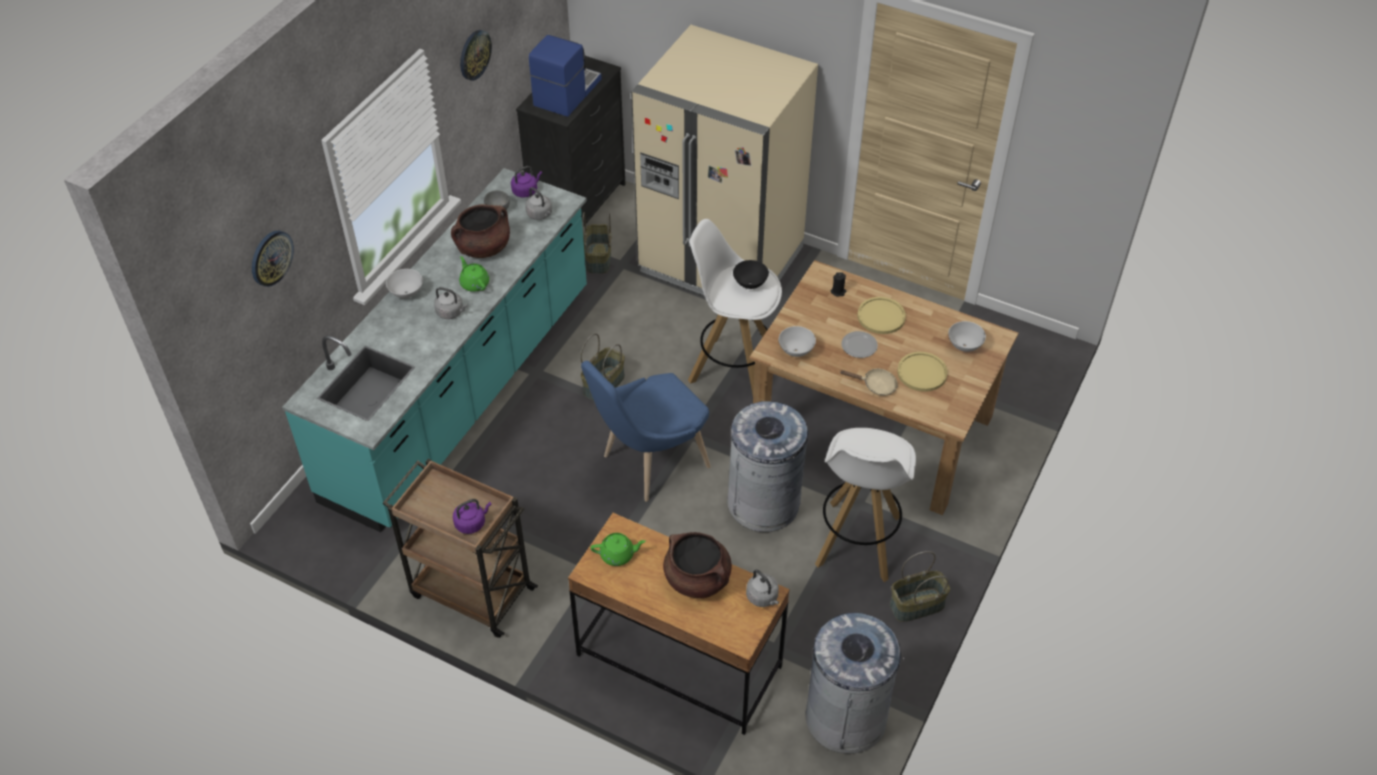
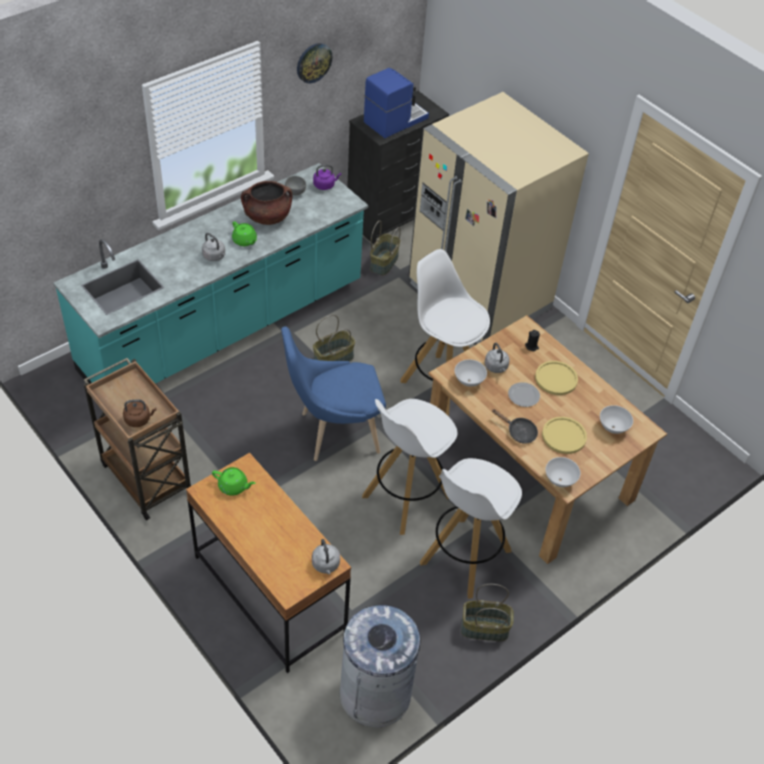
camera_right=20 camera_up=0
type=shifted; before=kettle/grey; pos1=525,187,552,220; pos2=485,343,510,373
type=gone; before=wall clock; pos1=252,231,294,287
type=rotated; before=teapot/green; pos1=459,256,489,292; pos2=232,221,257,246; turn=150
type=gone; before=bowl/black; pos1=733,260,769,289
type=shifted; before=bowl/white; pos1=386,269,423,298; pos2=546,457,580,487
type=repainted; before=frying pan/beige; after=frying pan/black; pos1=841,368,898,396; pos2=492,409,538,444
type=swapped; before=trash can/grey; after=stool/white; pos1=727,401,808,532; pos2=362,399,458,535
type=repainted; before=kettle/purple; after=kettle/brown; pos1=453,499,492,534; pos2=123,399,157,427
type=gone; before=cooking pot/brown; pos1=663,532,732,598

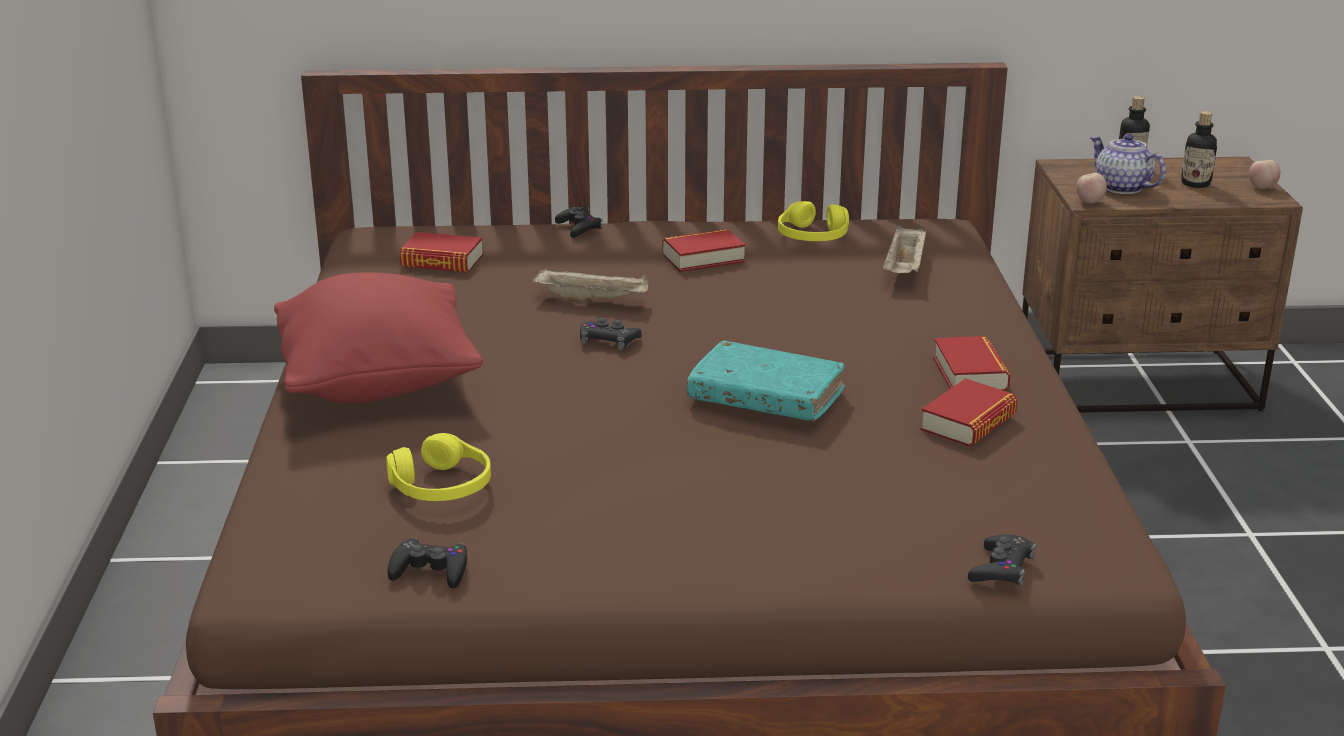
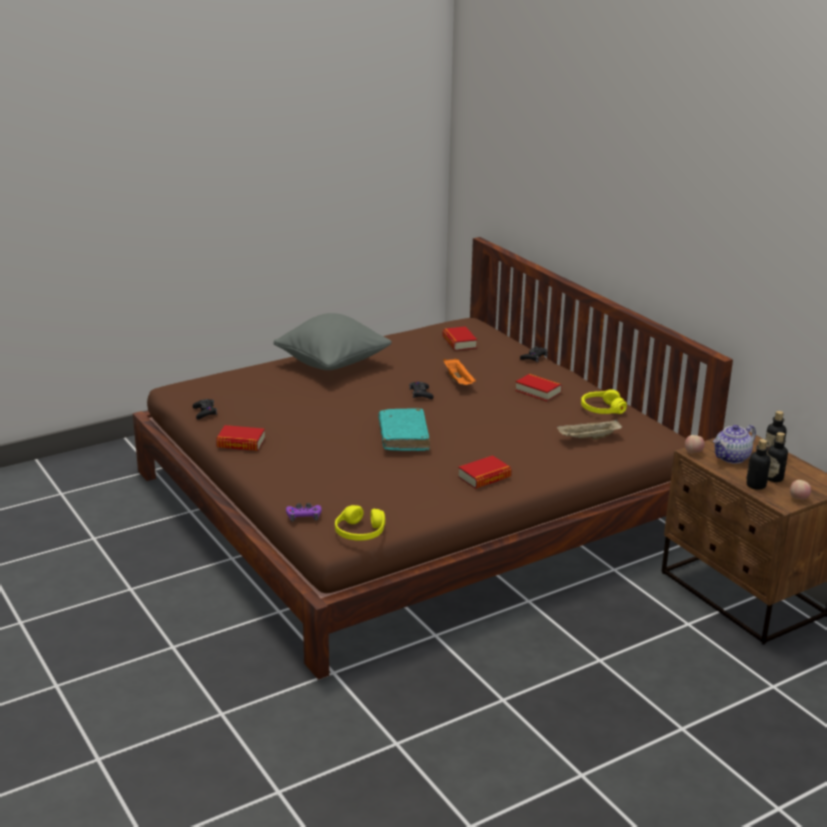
camera_right=60 camera_up=0
type=rotated; before=teapot; pos1=1090,134,1166,194; pos2=713,425,756,464; turn=-150
type=repainted; before=tray/beige; after=tray/orange; pos1=533,268,648,304; pos2=443,358,476,385
type=repainted; before=pillow/red; after=pillow/grey; pos1=274,273,483,403; pos2=273,313,392,370
type=shifted; before=book; pos1=920,379,1017,447; pos2=216,425,265,451
type=shifted; before=headphones/yellow; pos1=386,433,491,501; pos2=335,505,385,541
type=repainted; before=game controller/black; after=game controller/purple; pos1=968,535,1036,586; pos2=286,503,322,522
type=new; after=bottle; pos2=746,439,771,490

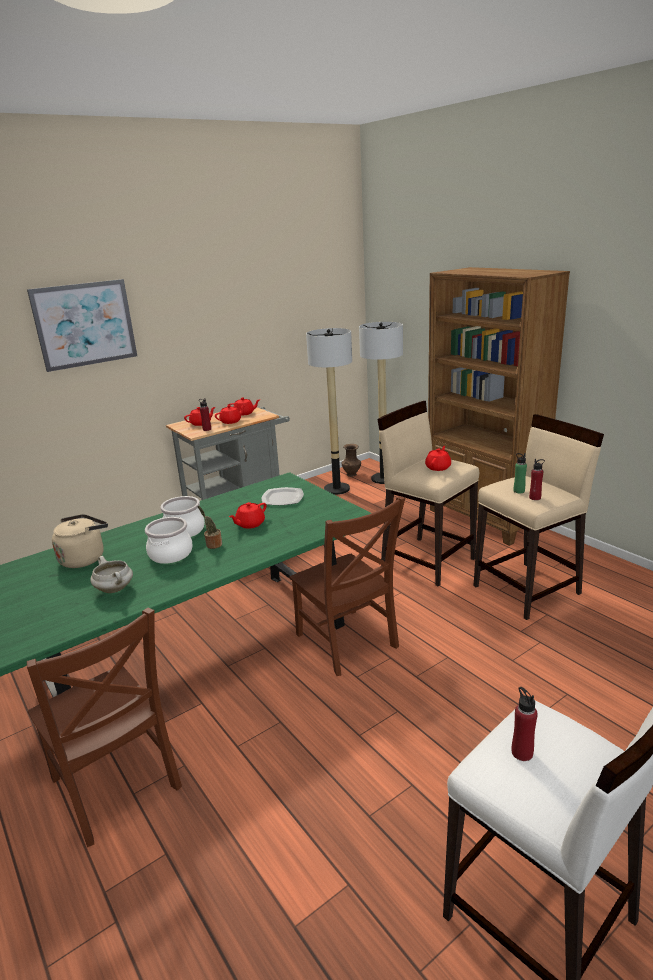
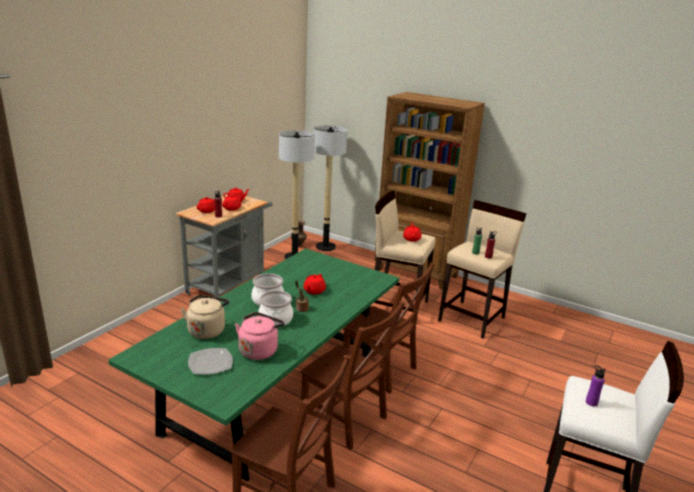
camera_right=-25 camera_up=0
type=gone; before=picture; pos1=27,279,137,372
type=shifted; before=plate; pos1=262,487,304,505; pos2=188,348,233,375
type=swapped; before=cooking pot/white; after=kettle/pink; pos1=90,556,133,593; pos2=235,312,285,360
type=repainted; before=bottle/red; after=bottle/purple; pos1=512,687,538,761; pos2=586,365,605,407
type=new; after=chair/brown; pos2=300,301,406,450

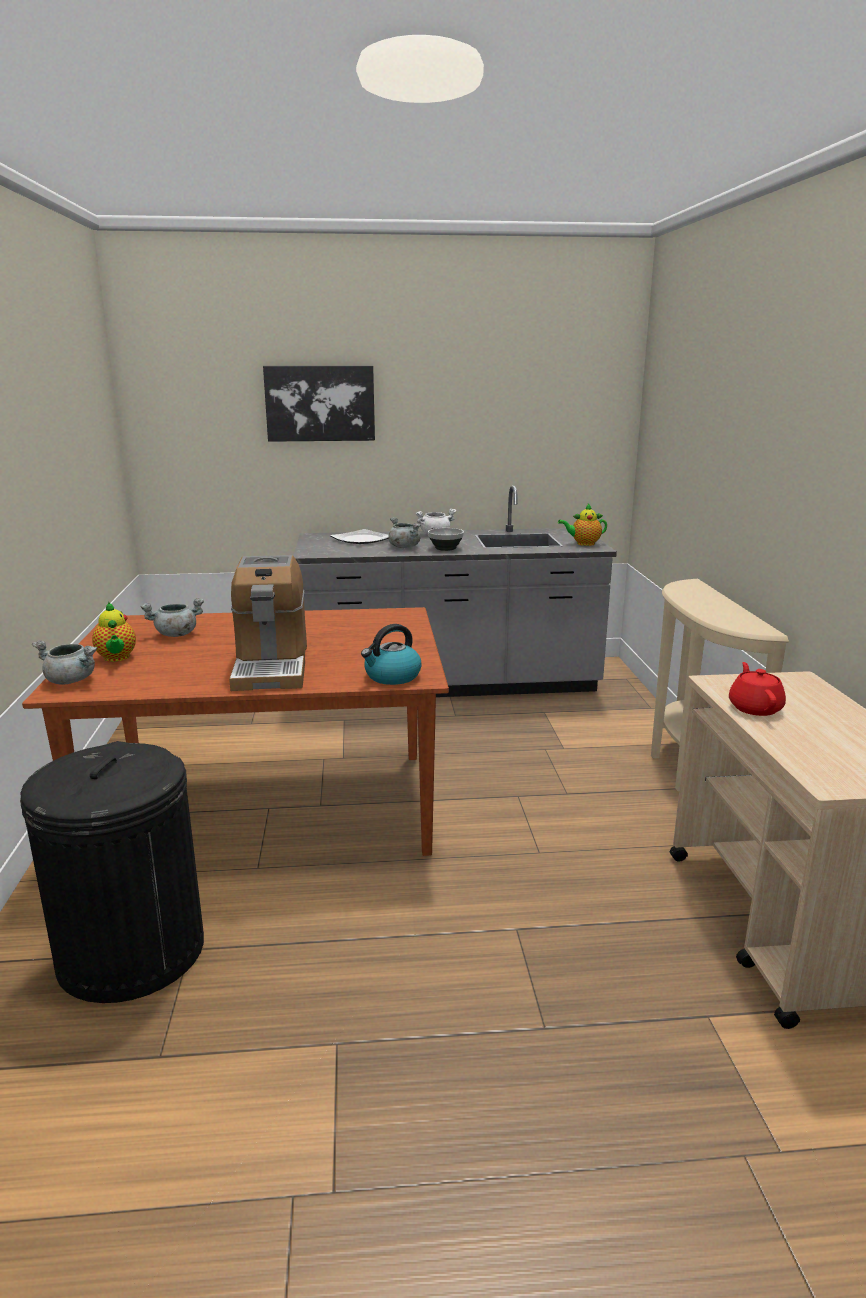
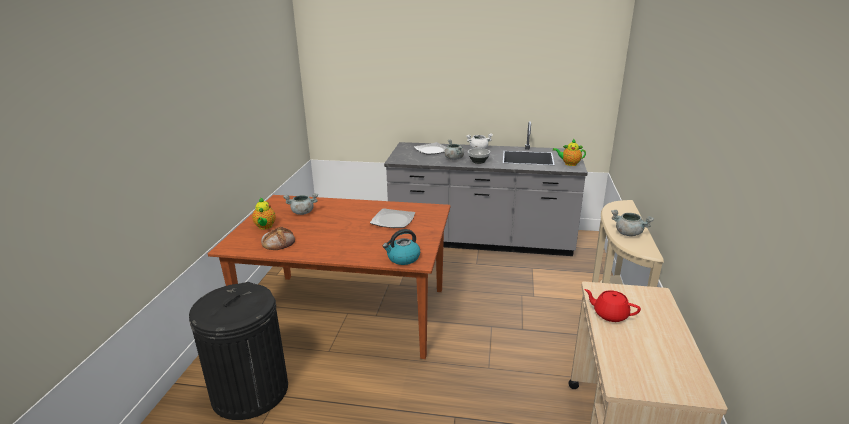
camera_right=15 camera_up=5
type=gone; before=picture; pos1=263,366,375,442
type=gone; before=coffee machine; pos1=229,555,307,691
type=shifted; before=cooking pot/grey; pos1=32,640,97,684; pos2=611,210,654,236
type=rotated; before=teapot/red; pos1=729,662,786,716; pos2=584,289,641,322; turn=-75
type=new; after=plate; pos2=370,208,415,228
type=new; after=bread; pos2=261,227,295,250

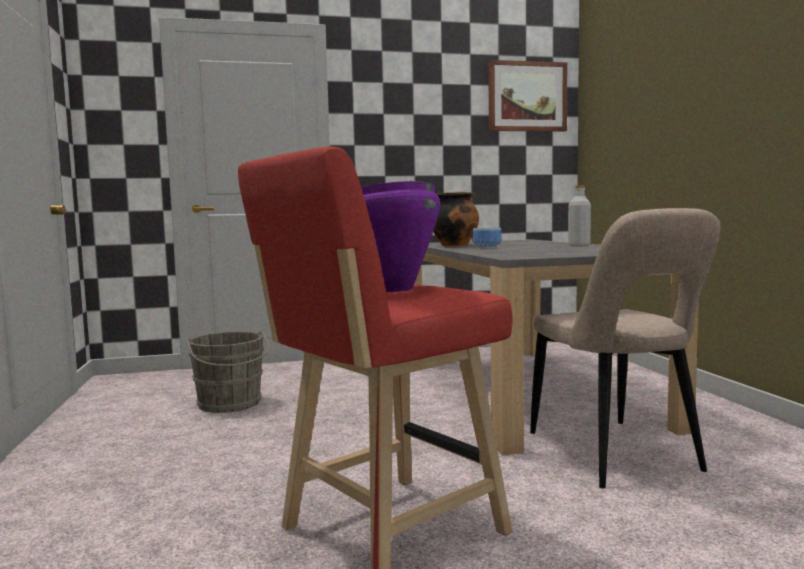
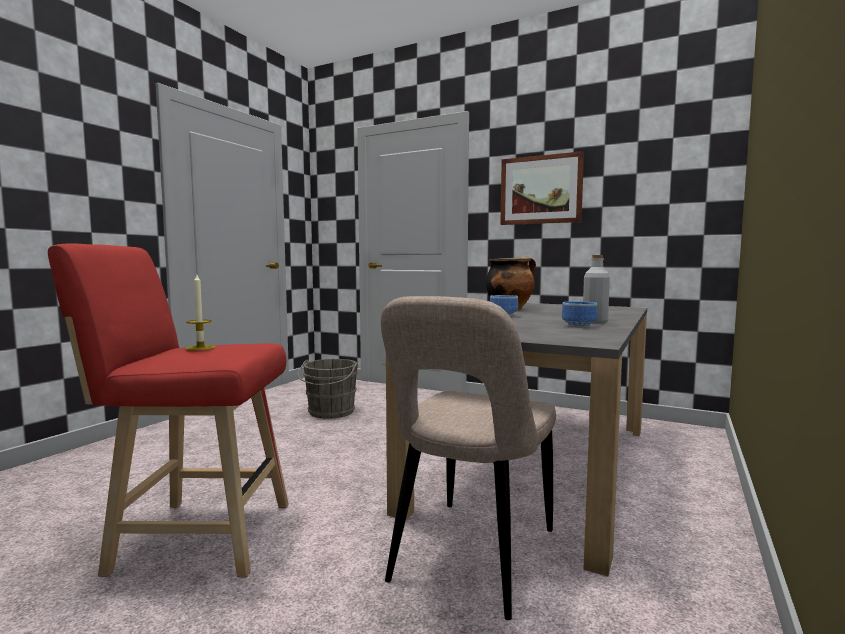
camera_right=40 camera_up=0
type=shifted; before=picture; pos1=488,60,567,132; pos2=500,151,584,225
type=swapped; before=cooking pot/purple; after=candle; pos1=361,181,440,292; pos2=185,275,216,351
type=new; after=bowl; pos2=562,301,597,327

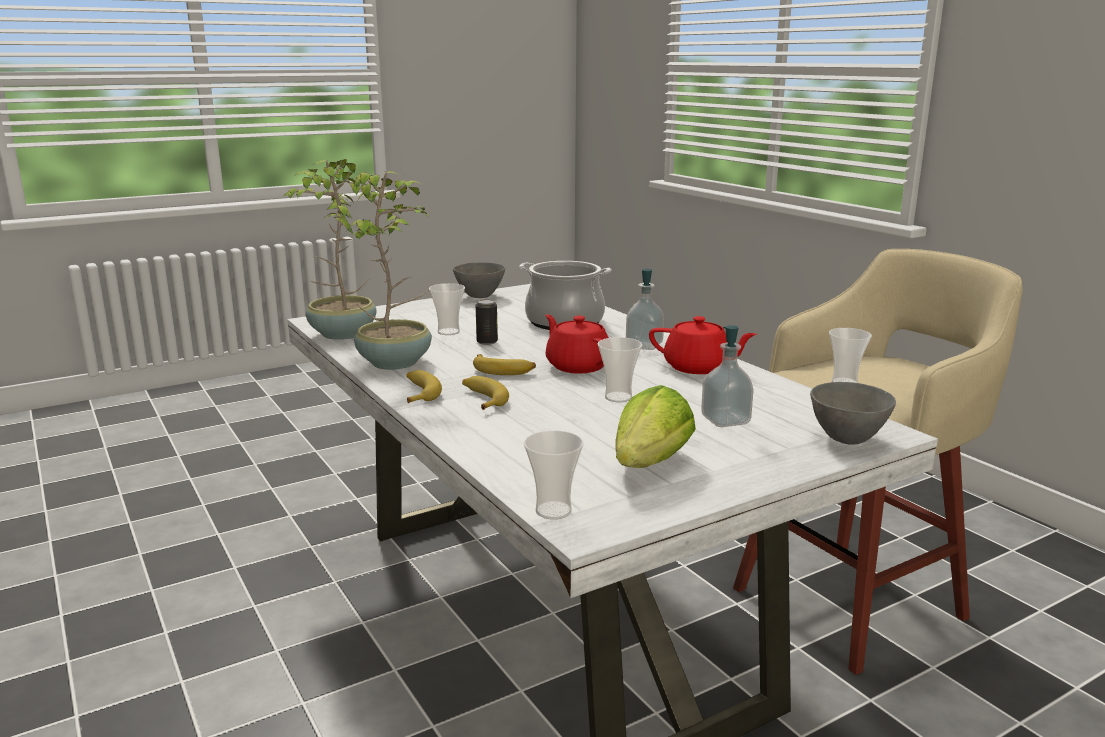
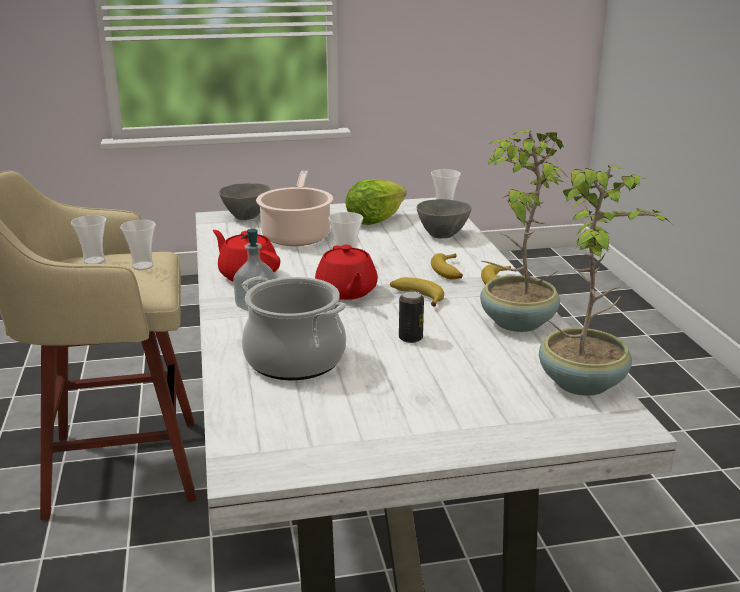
camera_right=-160 camera_up=5
type=shifted; before=bowl/grey; pos1=453,262,505,298; pos2=417,199,471,238
type=shifted; before=cup; pos1=429,283,465,335; pos2=71,215,106,264
type=swapped; before=soap dispenser; after=cooking pot; pos1=701,325,754,427; pos2=256,171,333,246

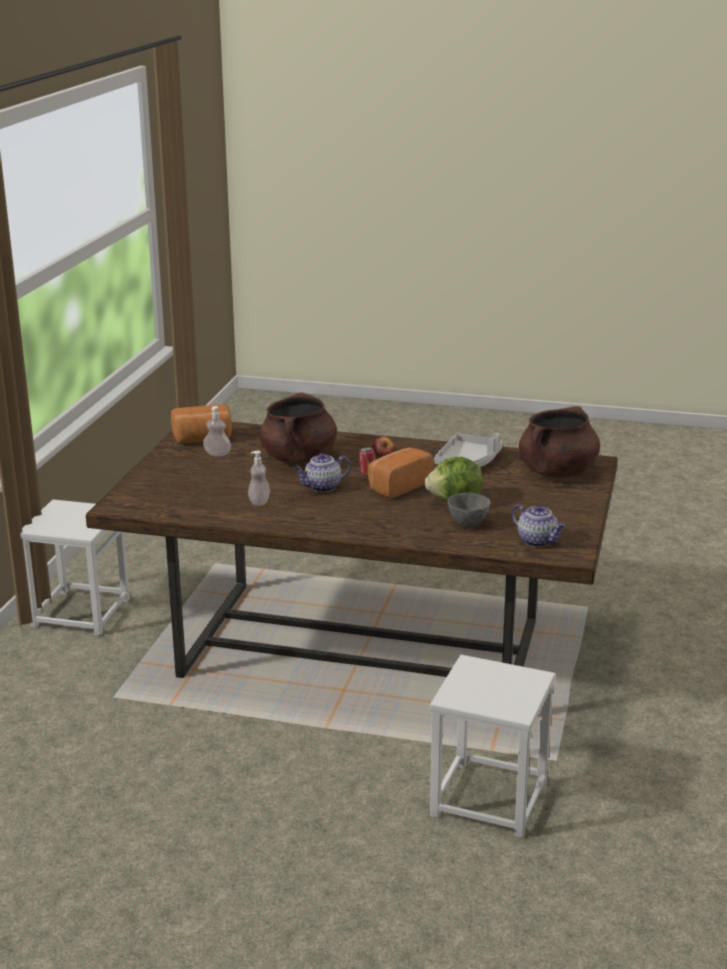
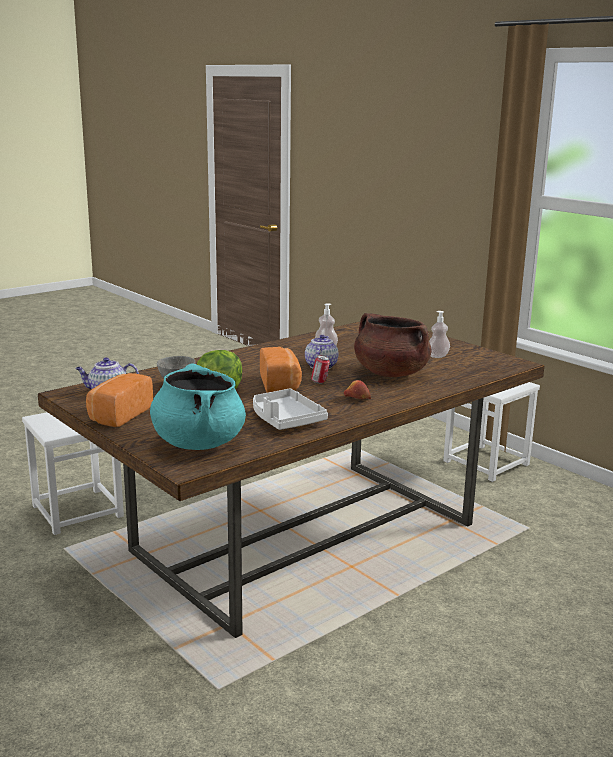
camera_right=125 camera_up=-5
type=shifted; before=bread; pos1=171,404,232,443; pos2=86,373,153,427
type=repainted; before=cooking pot/brown; after=cooking pot/turquoise; pos1=519,406,600,478; pos2=150,363,246,450

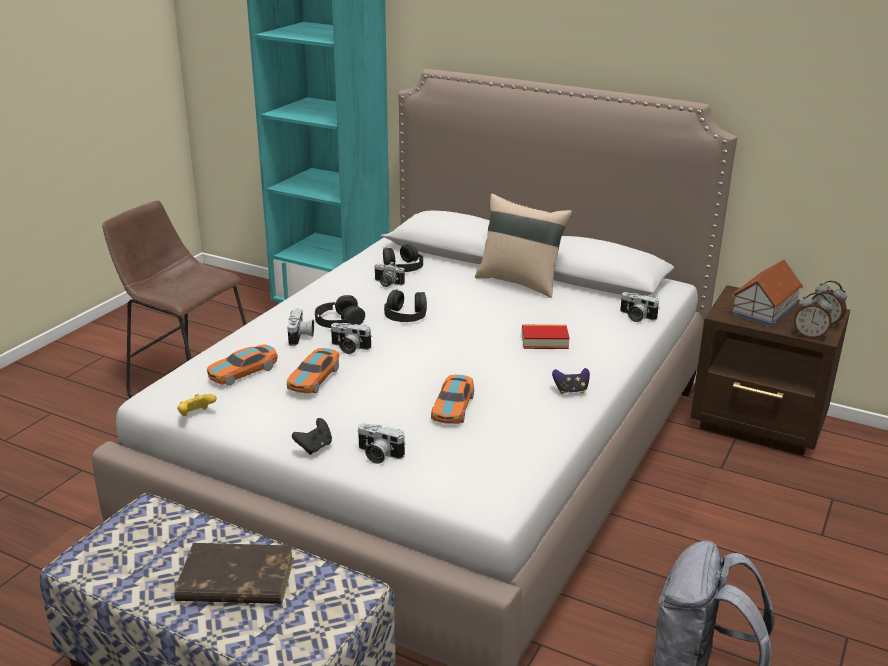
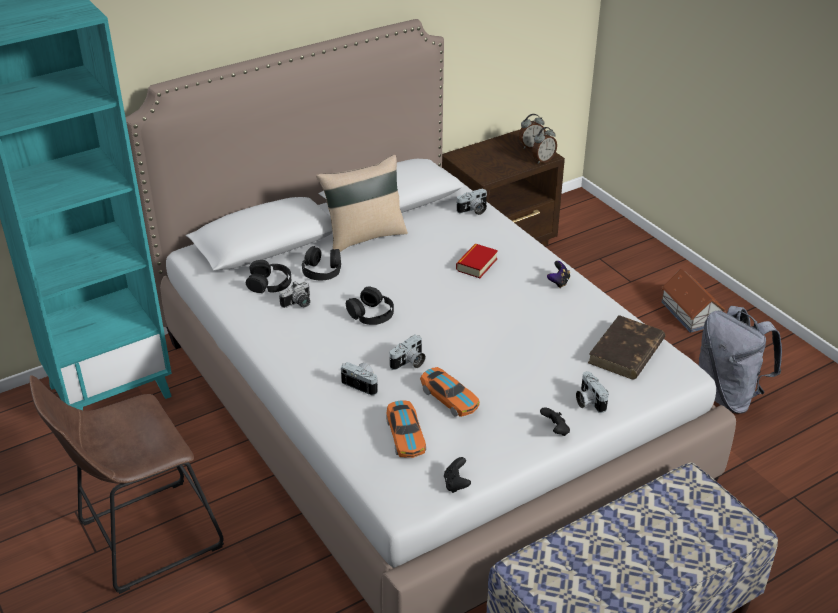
camera_right=-60 camera_up=10
type=shifted; before=toy house; pos1=731,260,803,327; pos2=661,269,726,333
type=shifted; before=headphones/black; pos1=315,295,365,328; pos2=302,246,341,280
type=gone; before=toy car; pos1=431,375,474,424
type=repainted; before=game controller/yellow; after=game controller/black; pos1=177,394,217,416; pos2=444,457,471,493
type=rotated; before=photo camera; pos1=357,423,406,464; pos2=576,371,609,413; turn=105
type=shifted; before=book/brown; pos1=174,543,294,604; pos2=588,315,665,379

